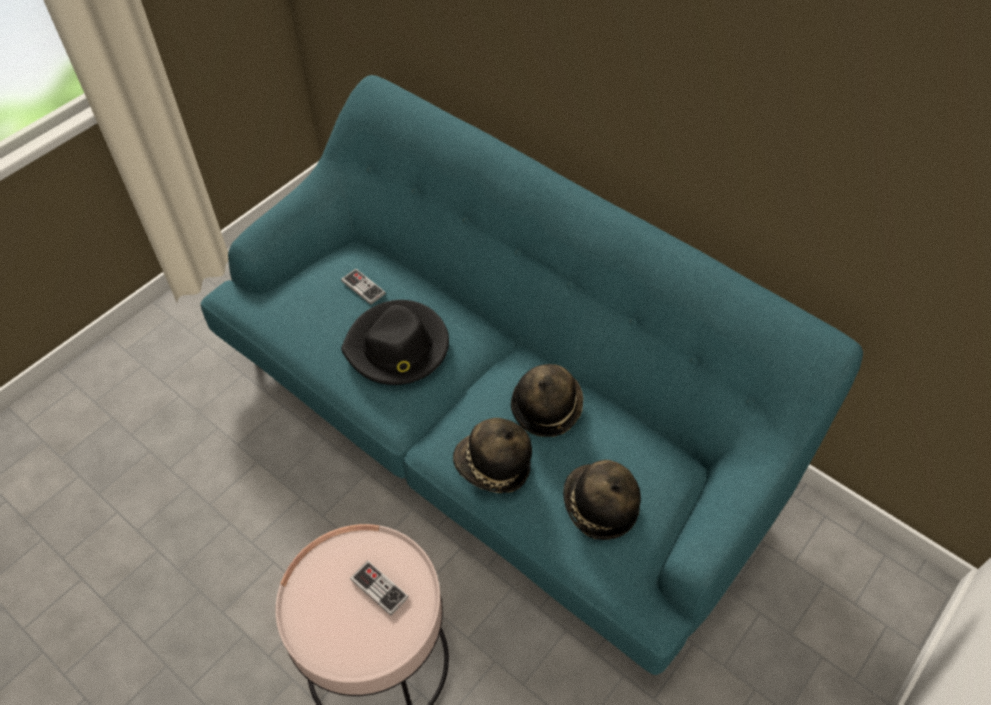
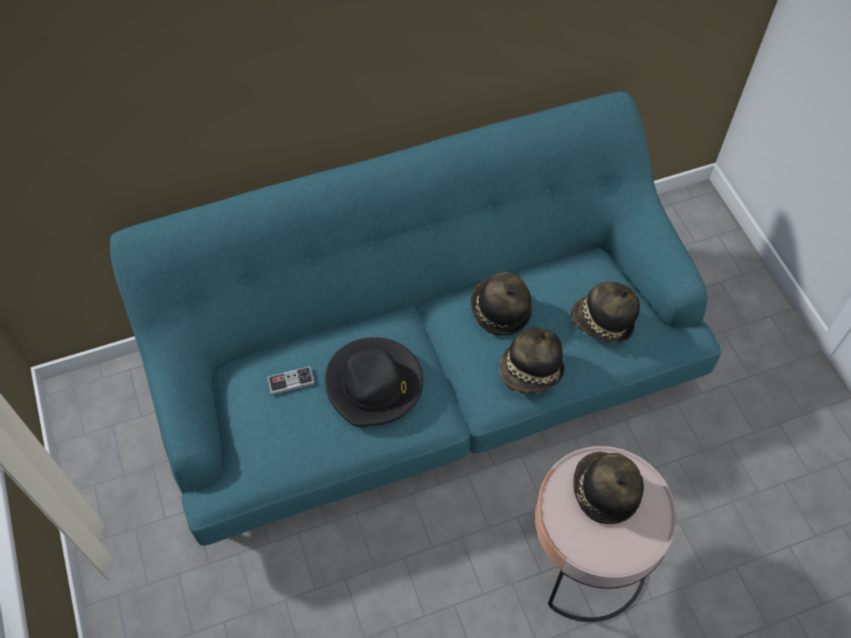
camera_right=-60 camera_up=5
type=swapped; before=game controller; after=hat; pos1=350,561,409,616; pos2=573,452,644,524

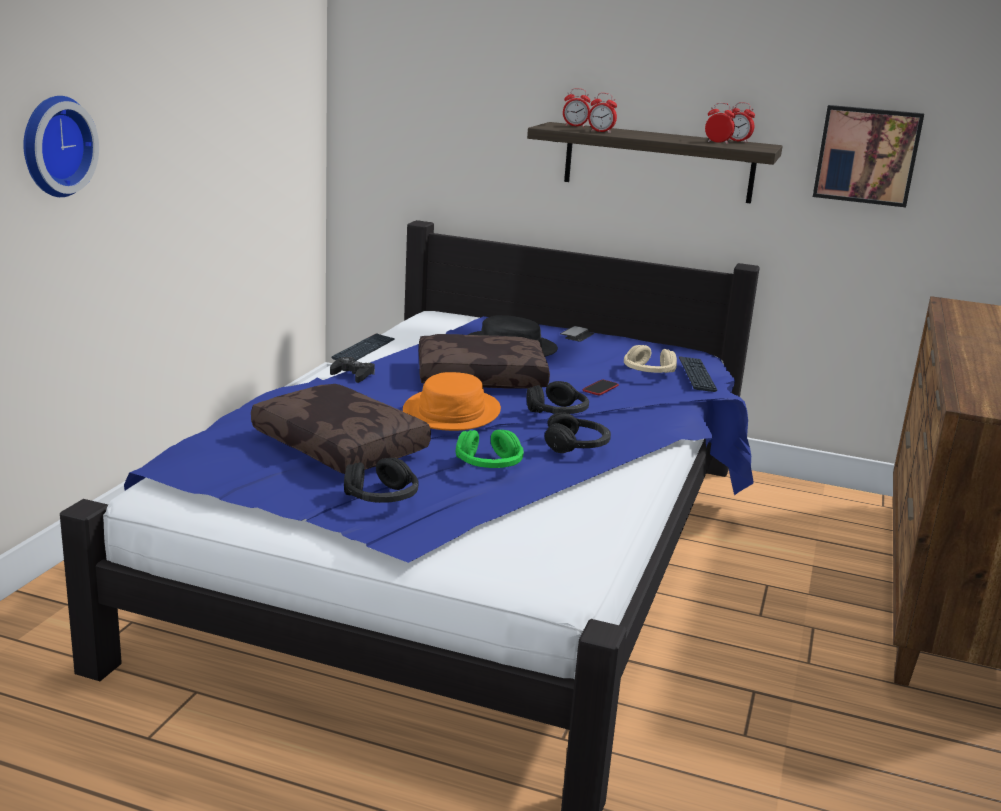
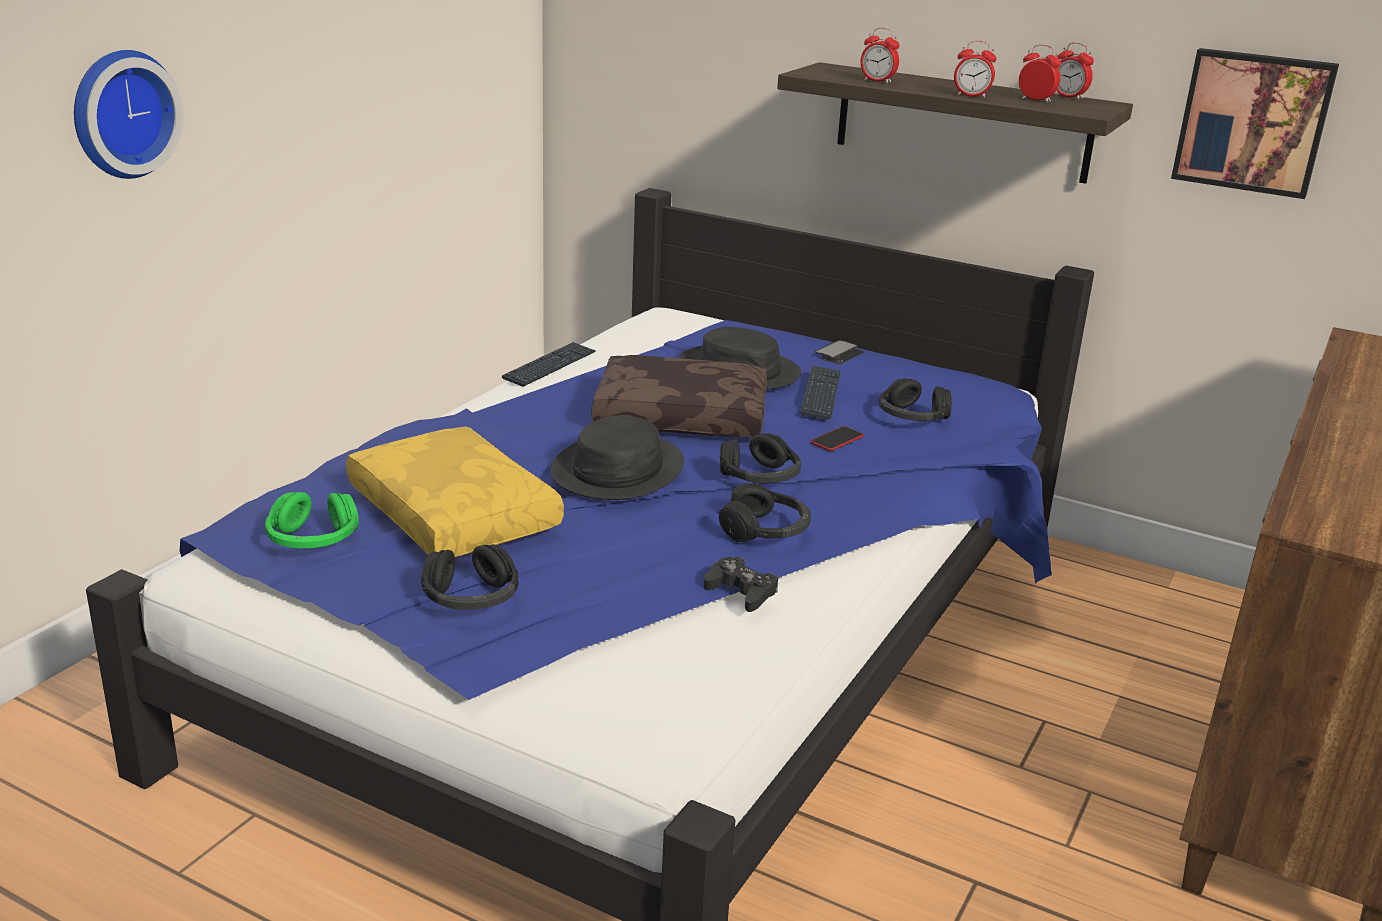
camera_right=10 camera_up=5
type=shifted; before=alarm clock; pos1=563,88,591,127; pos2=954,40,997,98
type=repainted; before=headphones/beige; after=headphones/black; pos1=624,345,677,373; pos2=879,379,952,421
type=shifted; before=keyboard; pos1=679,356,717,392; pos2=800,366,841,420
type=shifted; before=game controller/black; pos1=330,357,375,383; pos2=704,557,778,612
type=repainted; before=hat/orange; after=hat/black; pos1=403,372,501,431; pos2=550,416,684,500
type=repainted; before=pillow/brown; after=pillow/yellow; pos1=251,384,431,474; pos2=346,426,564,557
type=shifted; before=headphones/green; pos1=456,430,524,468; pos2=265,492,359,549

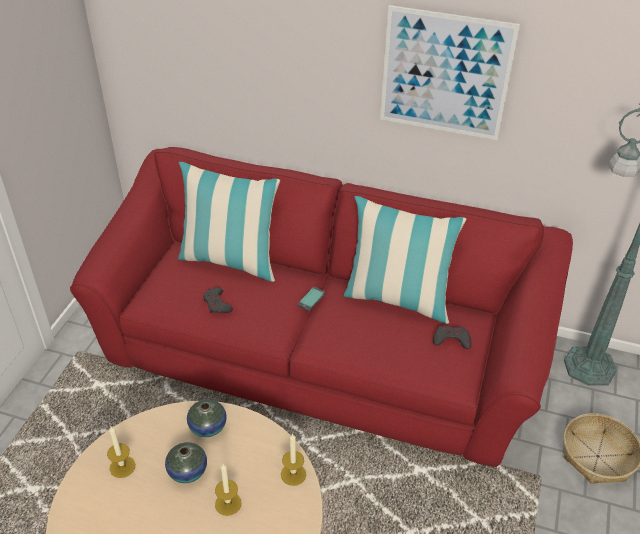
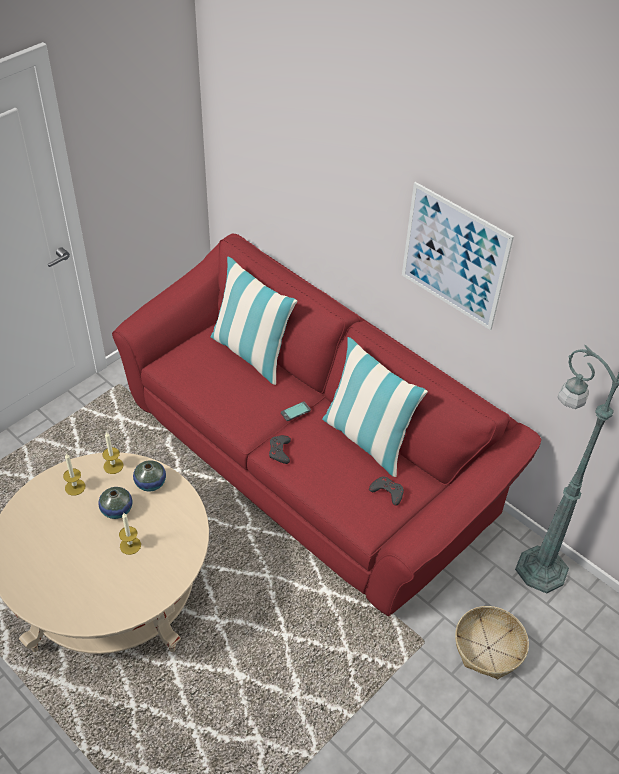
camera_right=25 camera_up=5
type=shifted; before=game controller/grey; pos1=203,287,233,313; pos2=269,435,291,464
type=shifted; before=candle; pos1=281,433,306,486; pos2=102,432,124,474

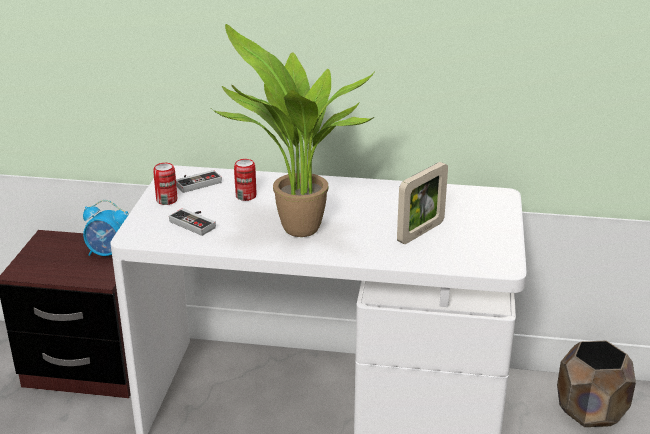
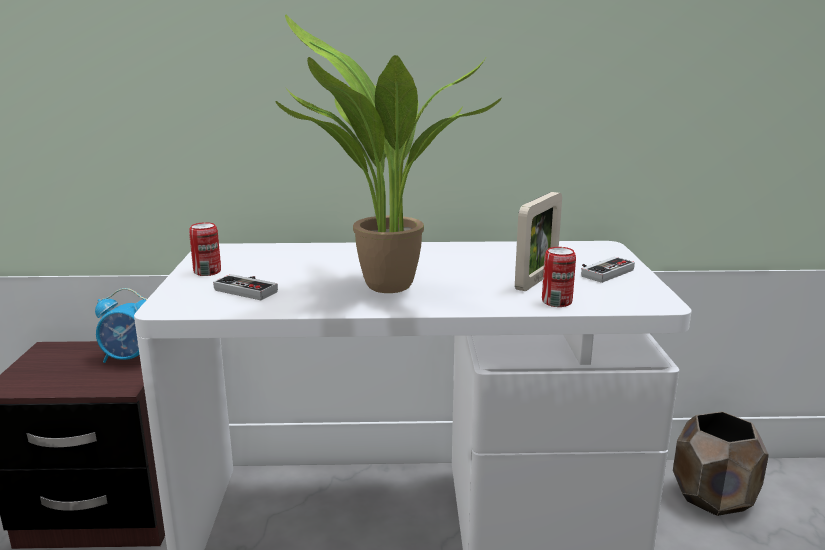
camera_right=-10 camera_up=-10
type=shifted; before=can; pos1=234,159,257,201; pos2=542,247,576,307
type=shifted; before=game controller; pos1=176,170,222,193; pos2=581,257,635,283

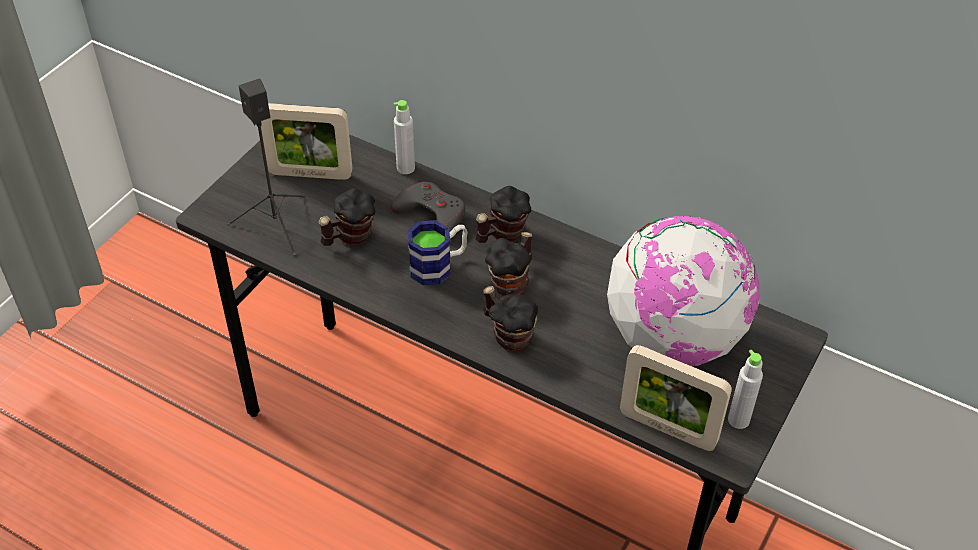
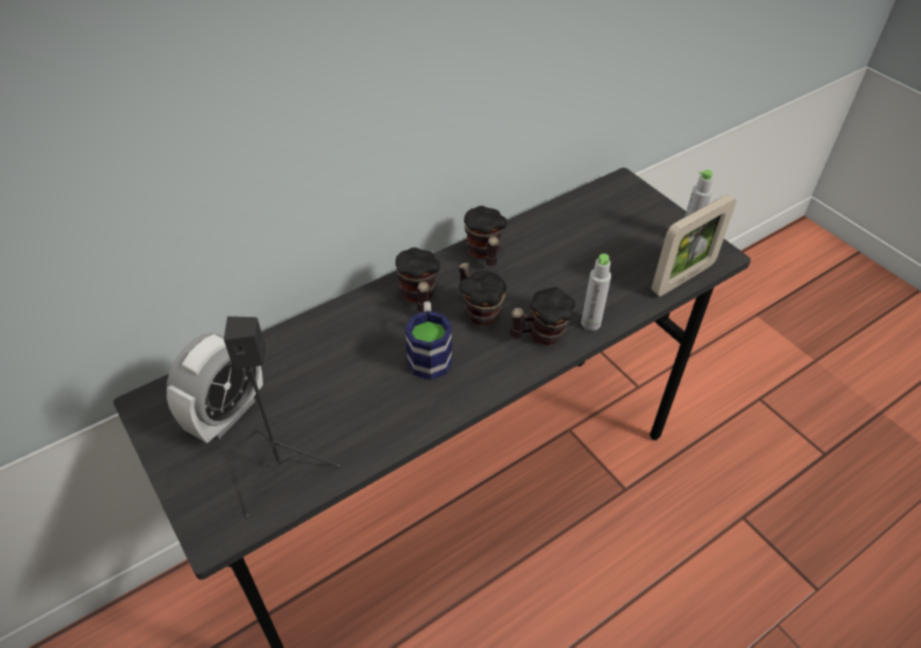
camera_right=-65 camera_up=0
type=shifted; before=bottle/grey; pos1=394,100,415,174; pos2=581,254,611,331
type=swapped; before=picture frame; after=alarm clock; pos1=261,103,352,180; pos2=167,333,263,443
type=gone; before=game controller/grey; pos1=391,182,465,233
type=shifted; before=mug; pos1=318,188,375,246; pos2=464,206,507,266
type=gone; before=globe; pos1=607,216,759,366

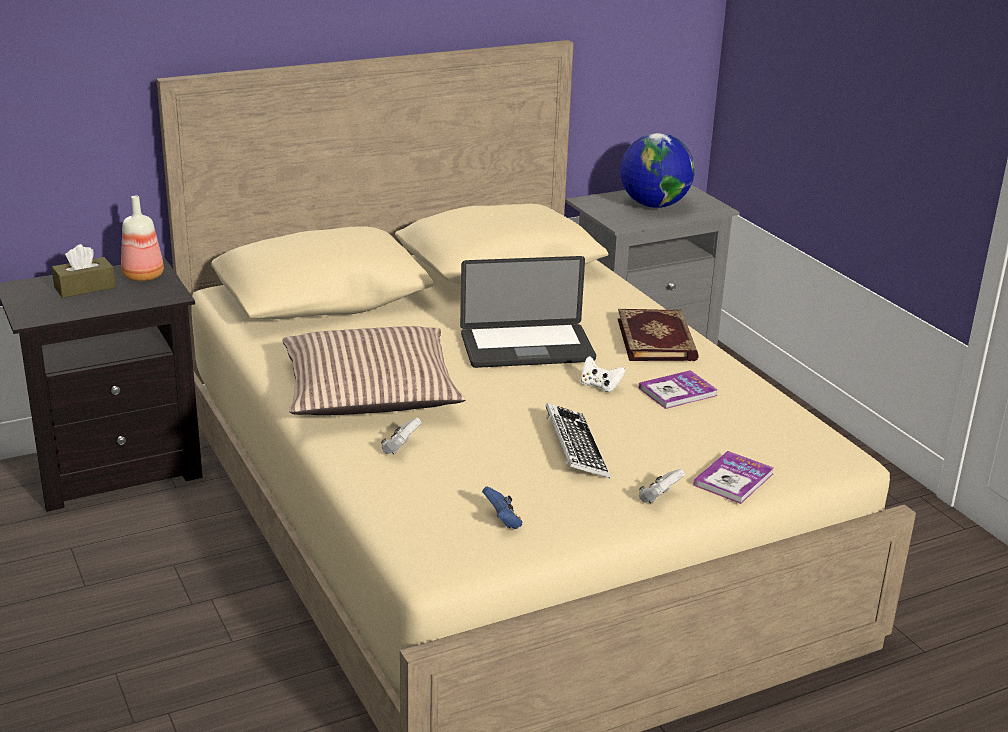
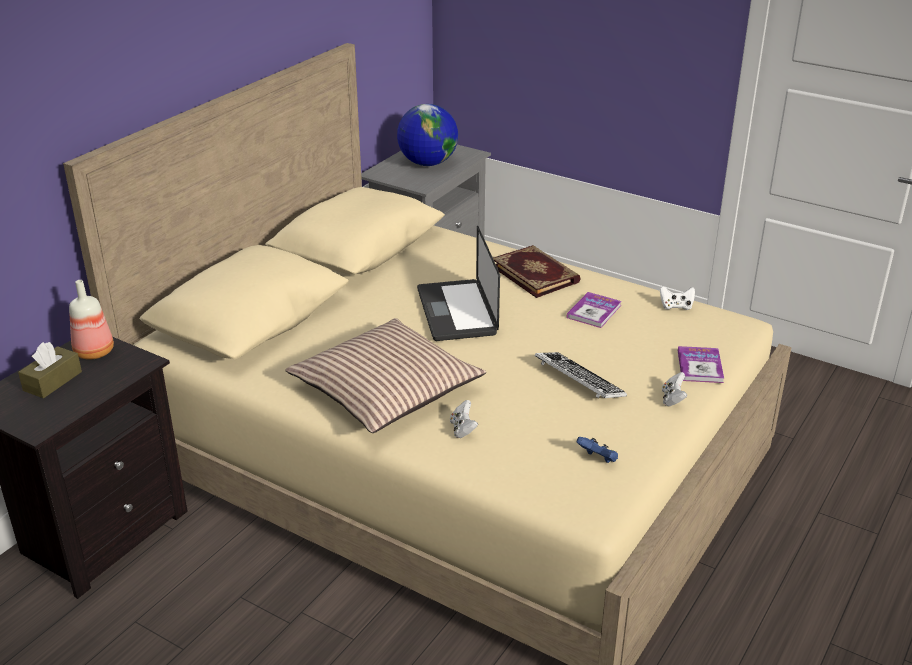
camera_right=-30 camera_up=5
type=rotated; before=laptop; pos1=460,256,596,368; pos2=417,226,500,341; turn=120
type=shifted; before=game controller/white; pos1=581,356,625,392; pos2=660,286,695,310

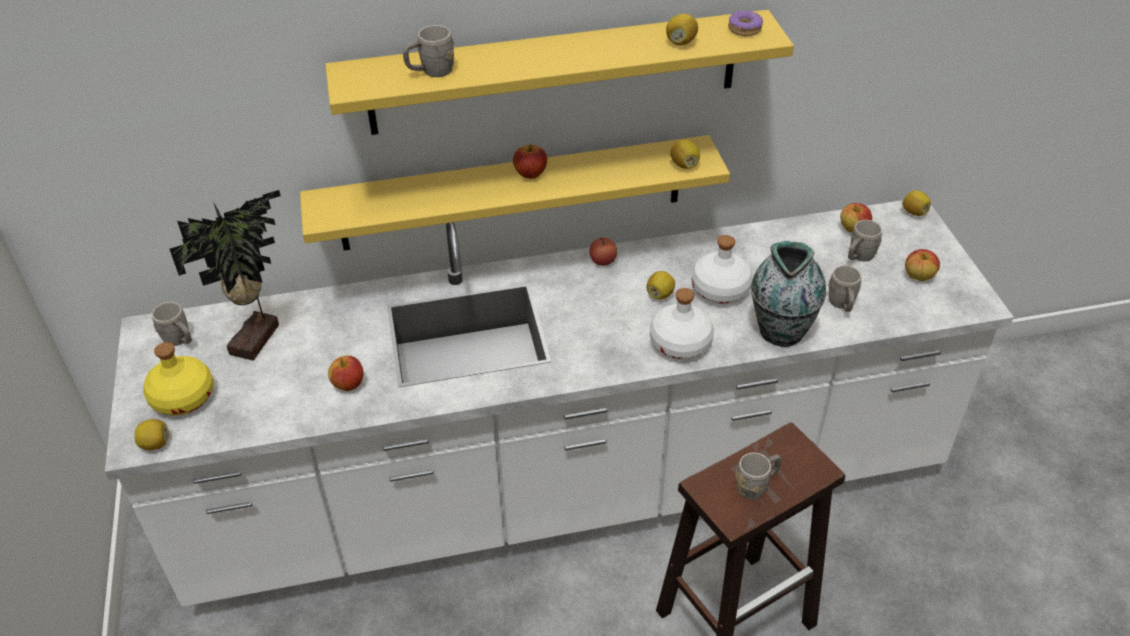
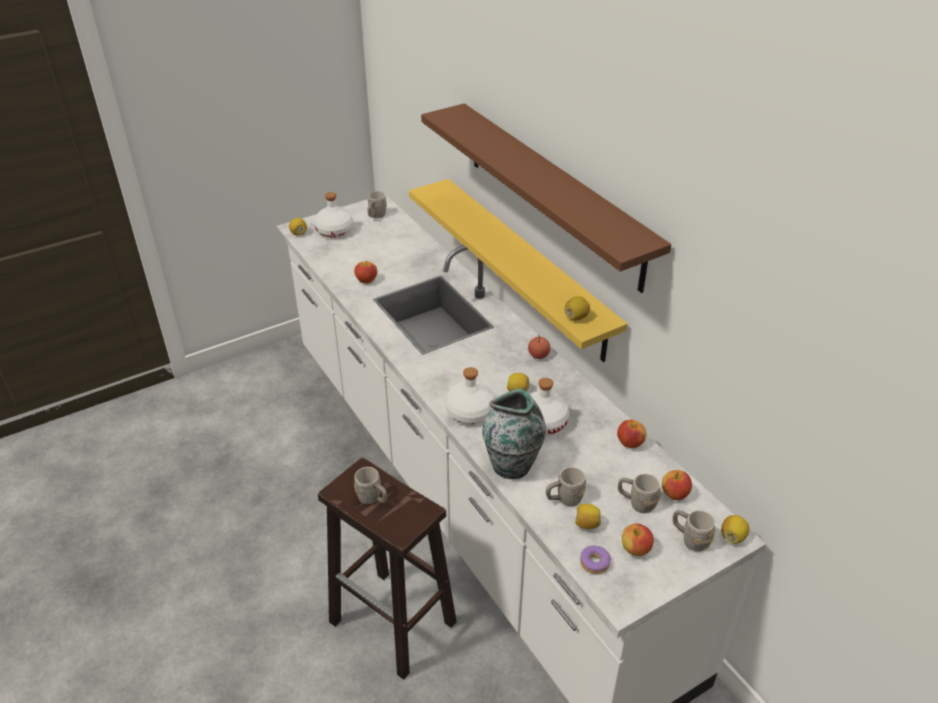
camera_right=70 camera_up=-5
type=repainted; before=shelf/yellow; after=shelf/brown; pos1=325,10,794,135; pos2=421,103,671,293
type=shifted; before=donut; pos1=728,10,763,36; pos2=580,546,610,574
type=shifted; before=lemon; pos1=666,14,698,45; pos2=575,504,601,529
type=shifted; before=mug/grey; pos1=403,25,454,77; pos2=673,510,715,552
type=shifted; before=apple; pos1=513,144,547,179; pos2=617,420,647,448
type=gone; before=potted plant; pos1=170,190,281,360
type=repainted; before=bottle/yellow; after=bottle/white; pos1=143,342,214,416; pos2=314,192,353,238

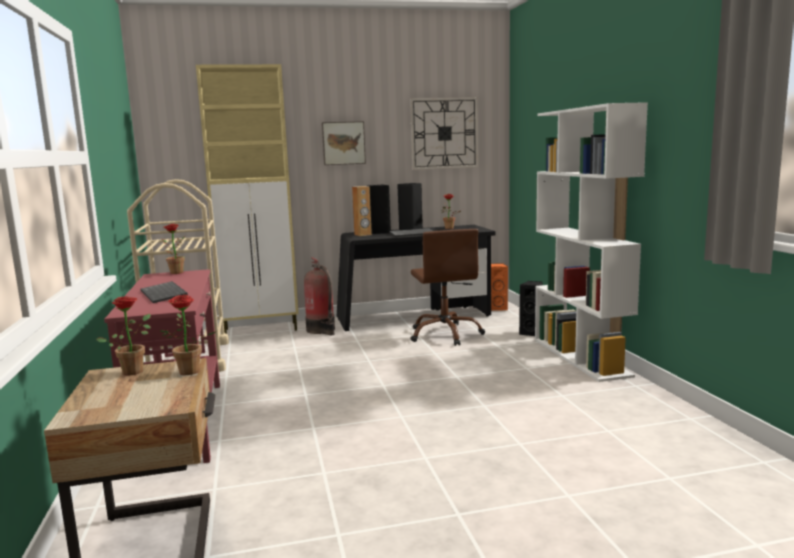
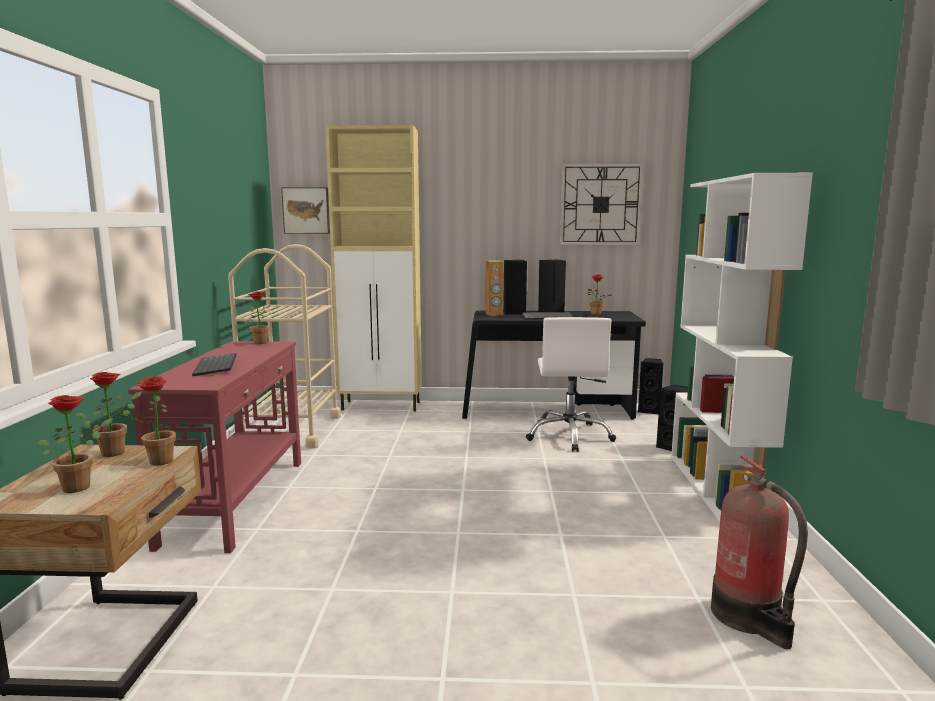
camera_right=15 camera_up=0
type=shifted; before=picture; pos1=322,121,366,165; pos2=281,187,330,234
type=repainted; before=office chair/brown; after=office chair/white; pos1=410,229,485,346; pos2=526,317,616,452
type=shifted; before=fire extinguisher; pos1=304,257,335,335; pos2=711,455,808,649
type=repainted; before=speaker/orange; after=speaker/black; pos1=491,263,508,311; pos2=638,358,664,414
type=new; after=potted plant; pos2=38,395,113,493

